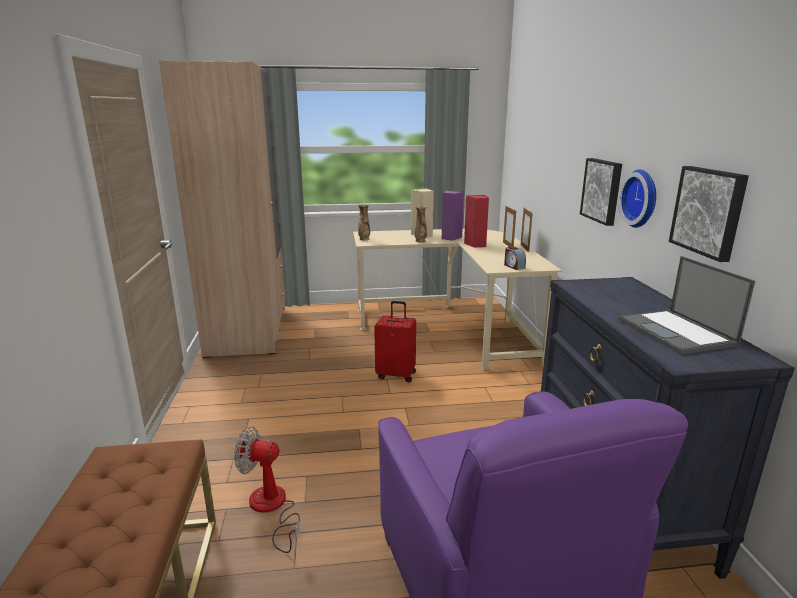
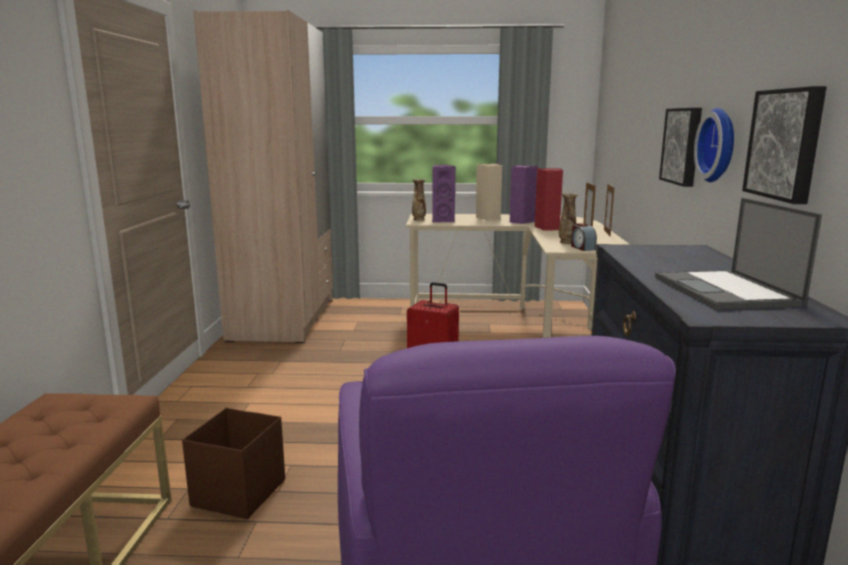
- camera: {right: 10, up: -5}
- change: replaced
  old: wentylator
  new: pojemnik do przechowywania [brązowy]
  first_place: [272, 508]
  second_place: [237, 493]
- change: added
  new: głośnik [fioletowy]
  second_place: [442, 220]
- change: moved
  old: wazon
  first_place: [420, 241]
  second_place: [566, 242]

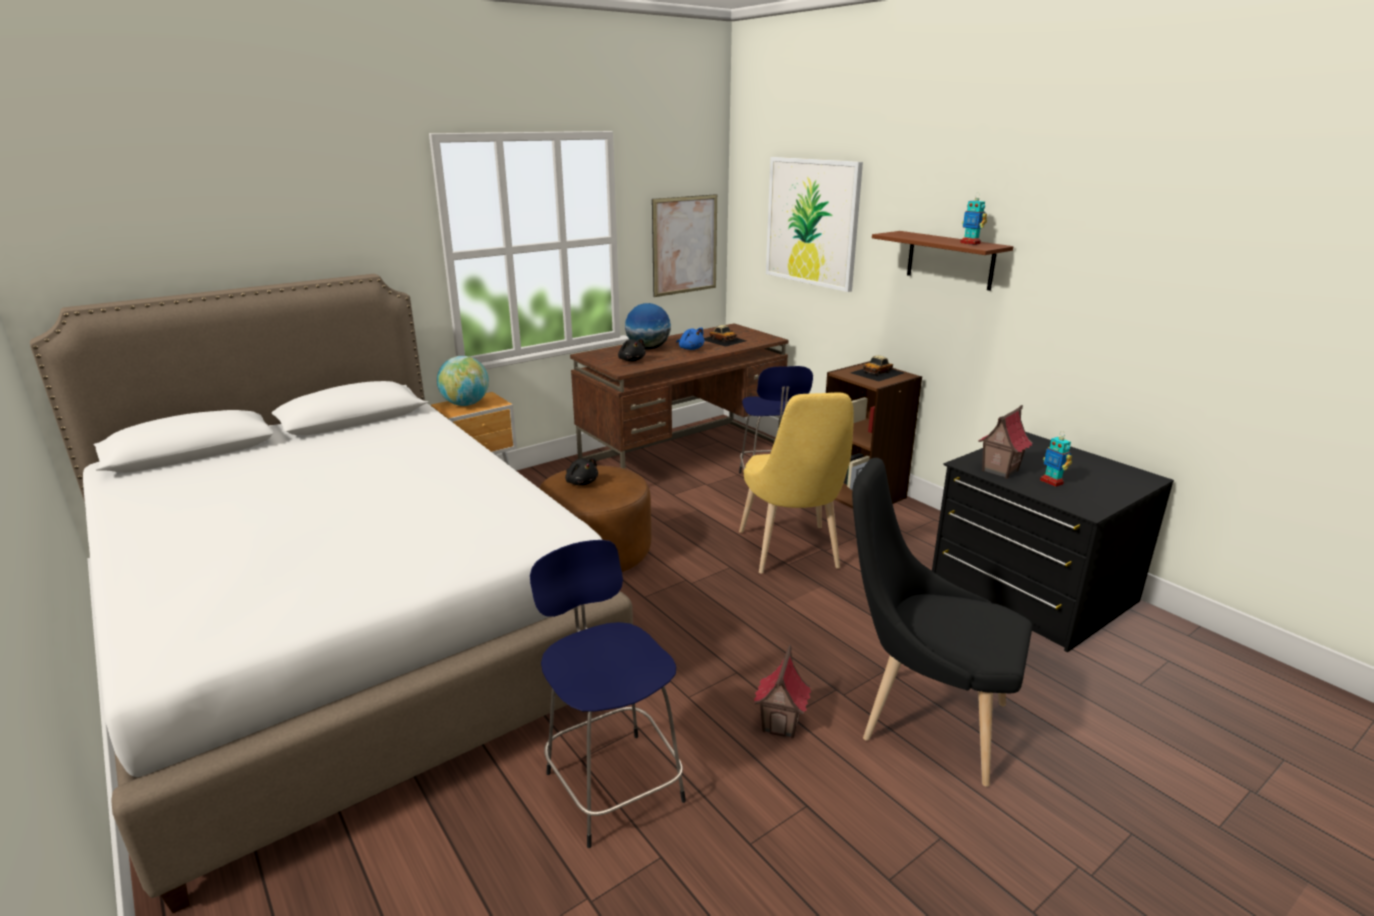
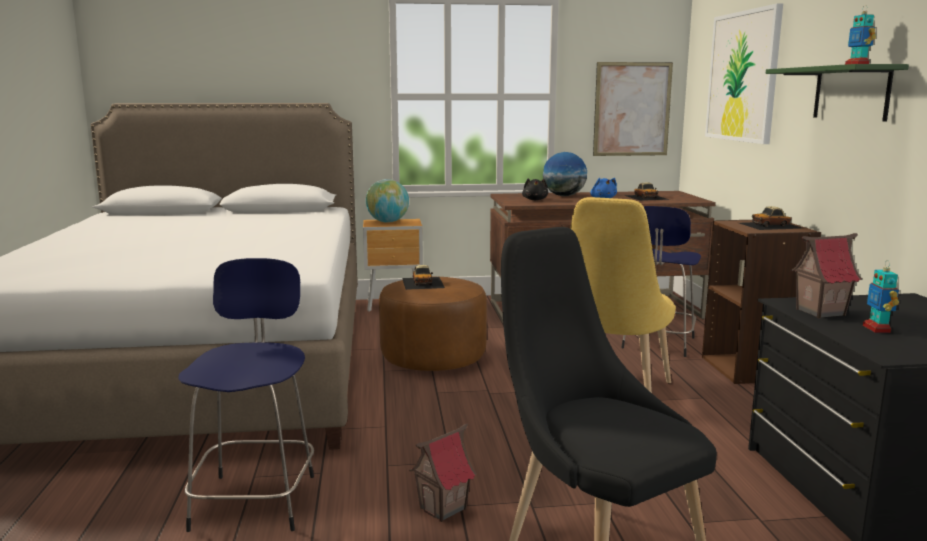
- camera: {right: 30, up: -10}
- change: replaced
  old: pluszak [czarny]
  new: samochodzik
  first_place: [581, 482]
  second_place: [423, 282]
- change: recoloured
  old: półka [brązowy]
  new: półka [zielony]
  first_place: [950, 260]
  second_place: [851, 93]

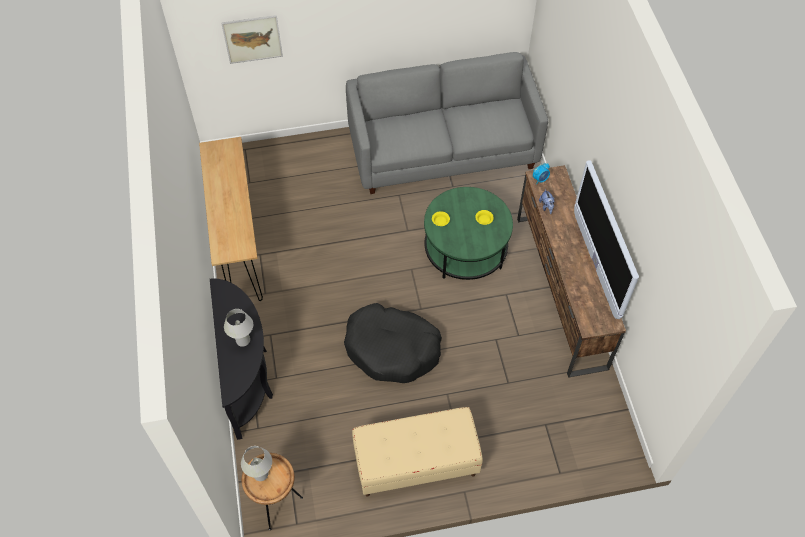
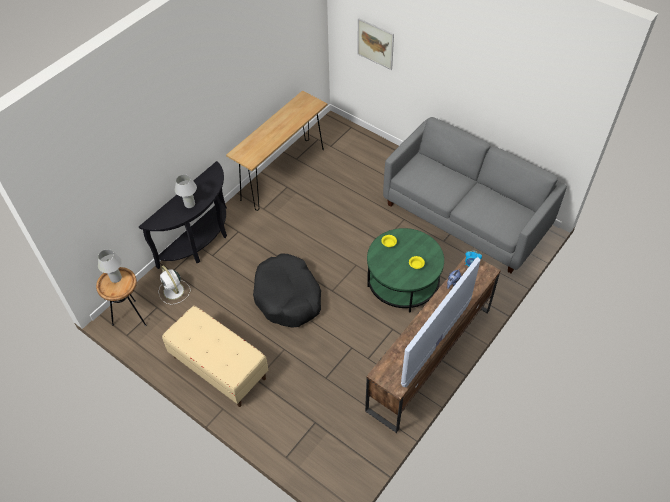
- camera: {right: 50, up: -5}
- change: added
  new: wentylator [biały]
  second_place: [174, 291]

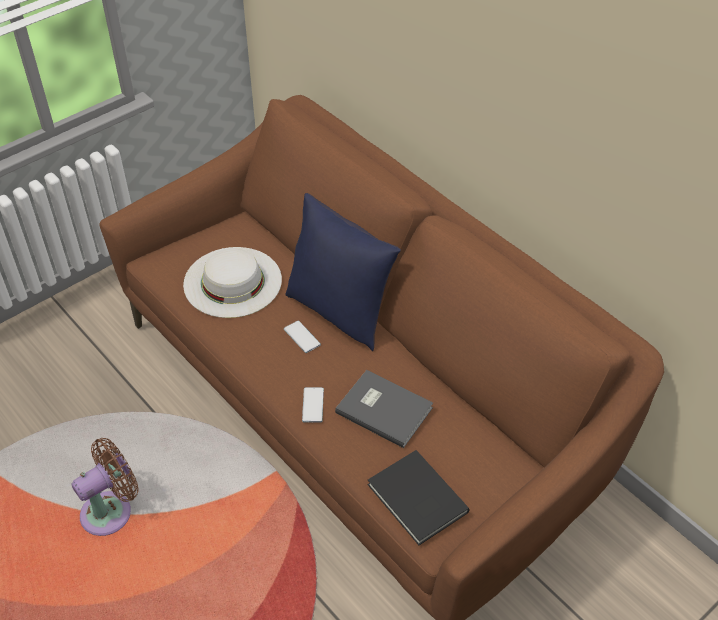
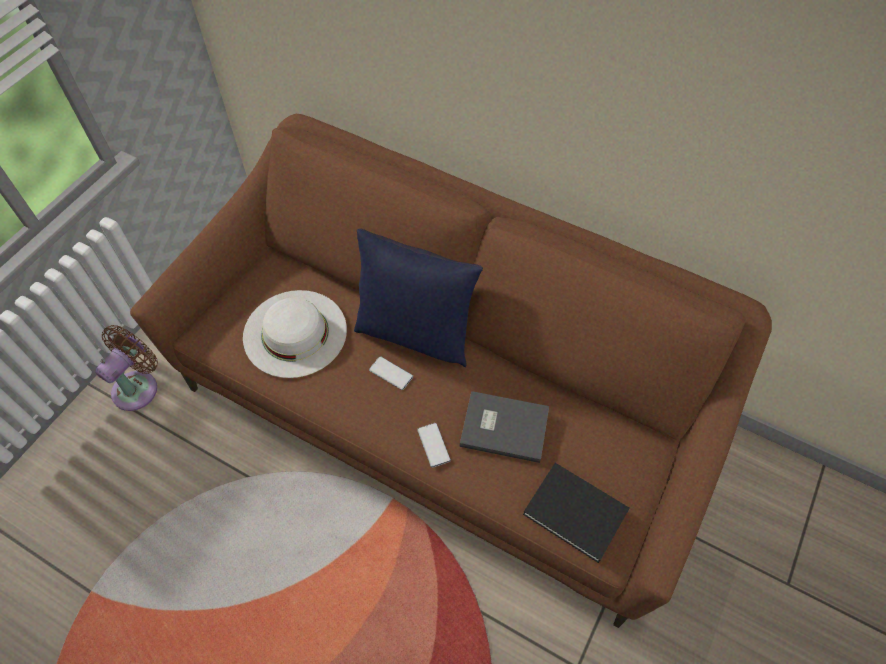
- camera: {right: -20, up: 10}
- change: moved
  old: wentylator [brązowy]
  first_place: [111, 511]
  second_place: [138, 386]

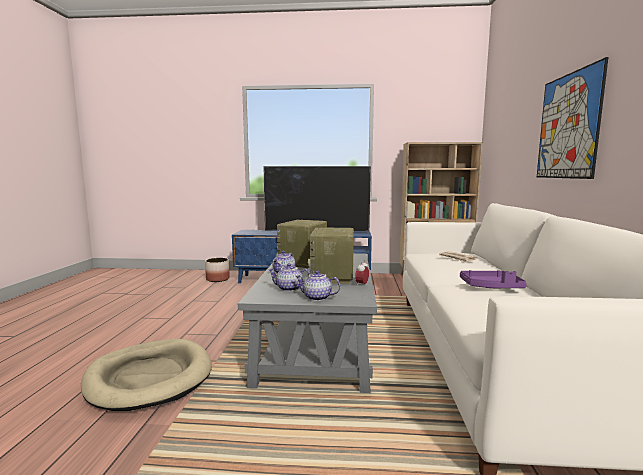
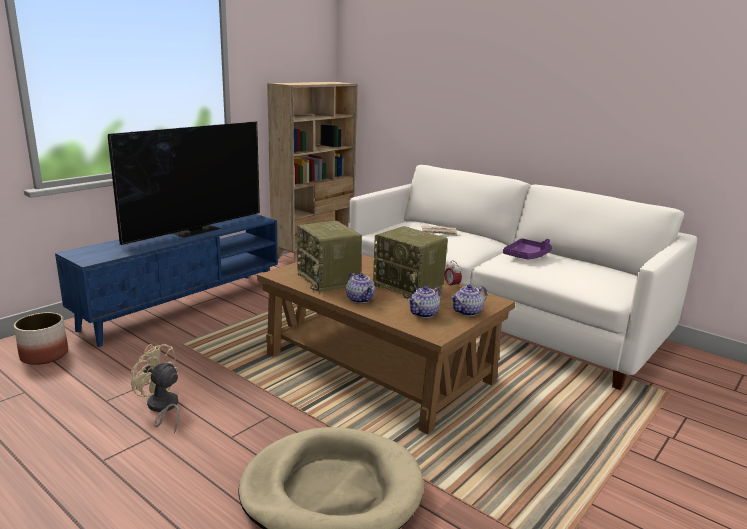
- camera: {right: -55, up: 10}
- change: added
  new: wentylator [beżowy]
  second_place: [162, 408]
- change: recoloured
  old: ława [szary]
  new: ława [brązowy]
  first_place: [317, 343]
  second_place: [379, 368]
- change: removed
  old: obraz
  first_place: [568, 126]

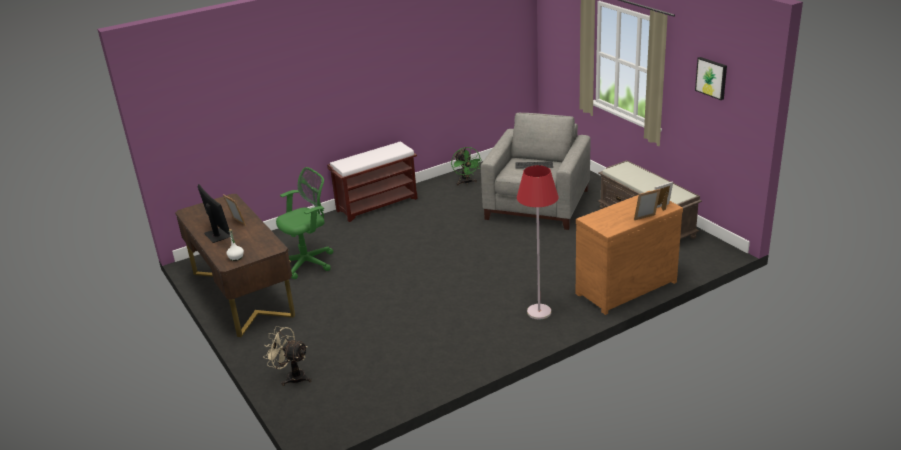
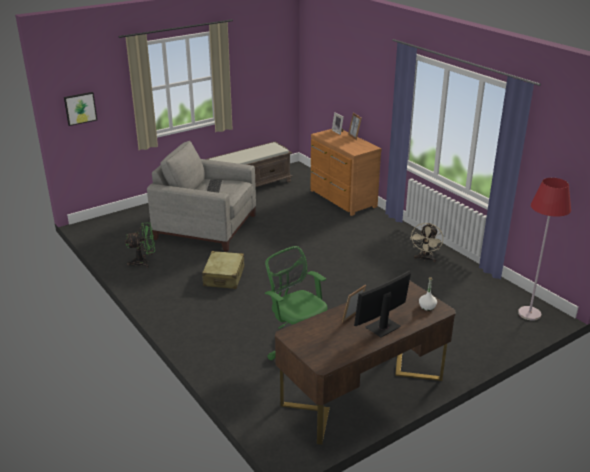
- camera: {right: -95, up: 0}
- change: moved
  old: obraz
  first_place: [711, 78]
  second_place: [80, 108]
- change: added
  new: walizka [beżowy]
  second_place: [224, 276]
- change: moved
  old: wentylator [beżowy]
  first_place: [292, 377]
  second_place: [425, 259]
- change: moved
  old: lampa stojąca [czerwony]
  first_place: [539, 312]
  second_place: [529, 314]
- change: removed
  old: ławka [brązowy]
  first_place: [377, 204]

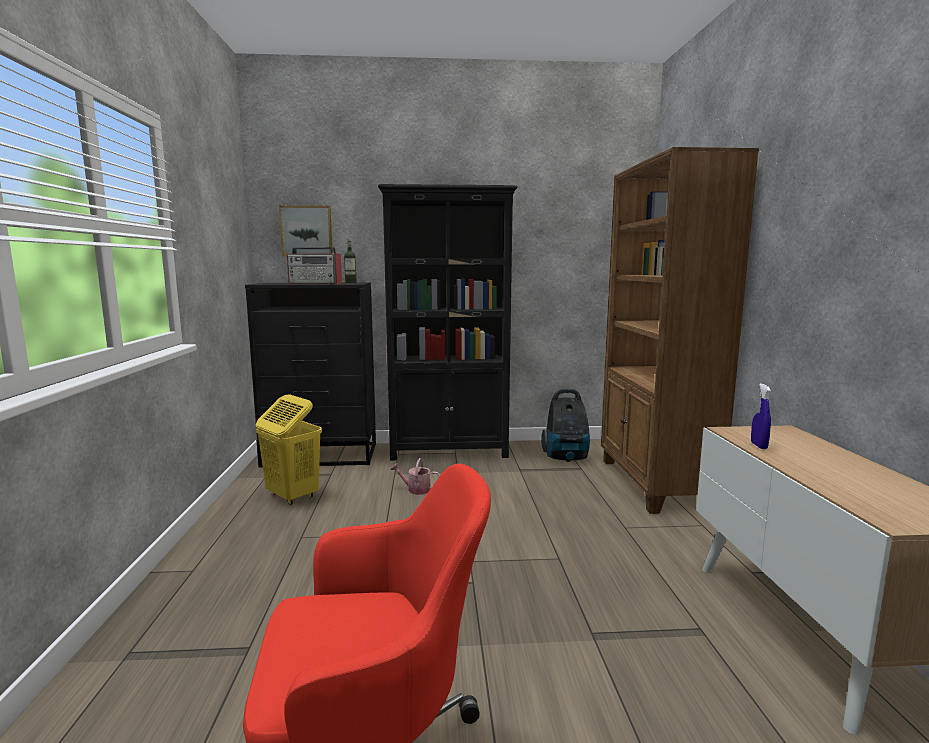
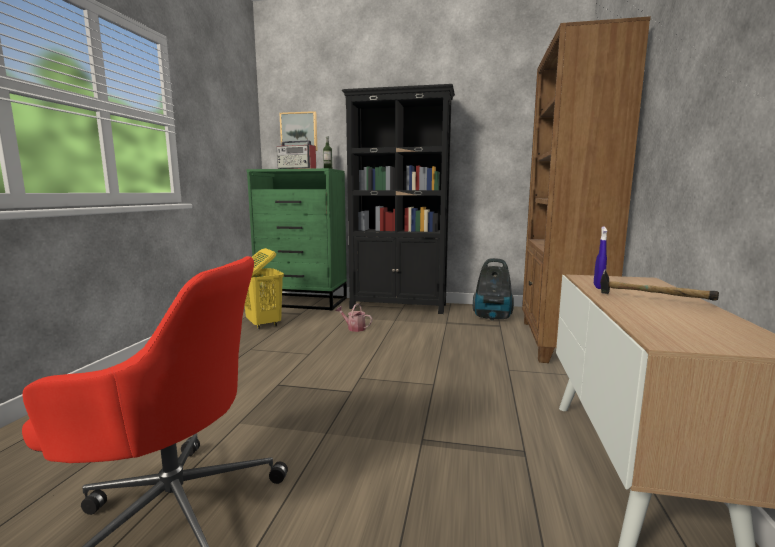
- camera: {right: 15, up: 0}
- change: recoloured
  old: komoda [czarny]
  new: komoda [zielony]
  first_place: [322, 455]
  second_place: [303, 302]
- change: added
  new: młotek
  second_place: [649, 300]

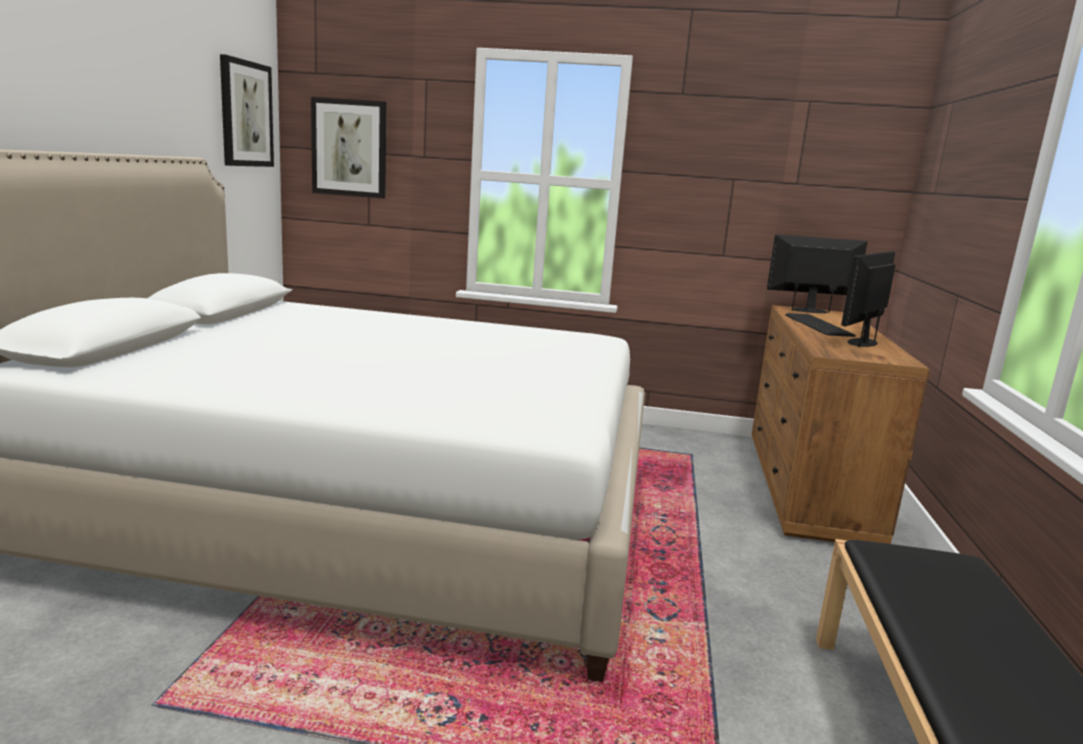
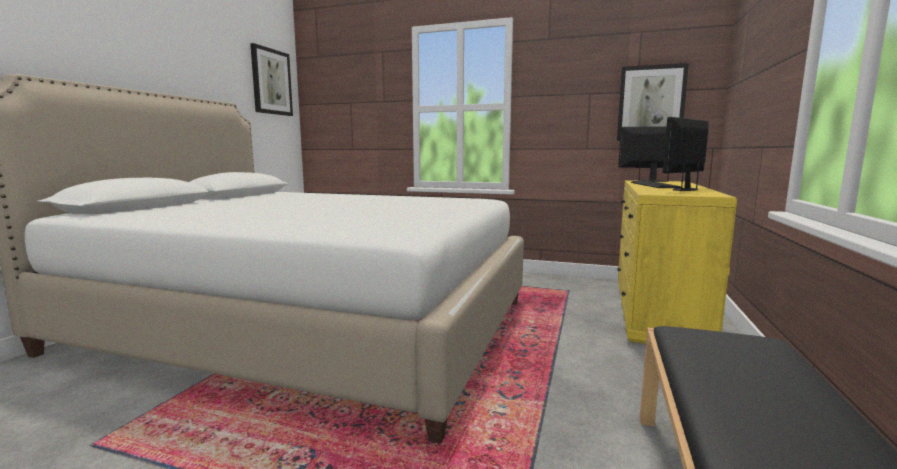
- camera: {right: 10, up: -5}
- change: moved
  old: obraz
  first_place: [349, 148]
  second_place: [651, 103]
- change: recoloured
  old: komoda [brązowy]
  new: komoda [żółty]
  first_place: [808, 488]
  second_place: [656, 311]

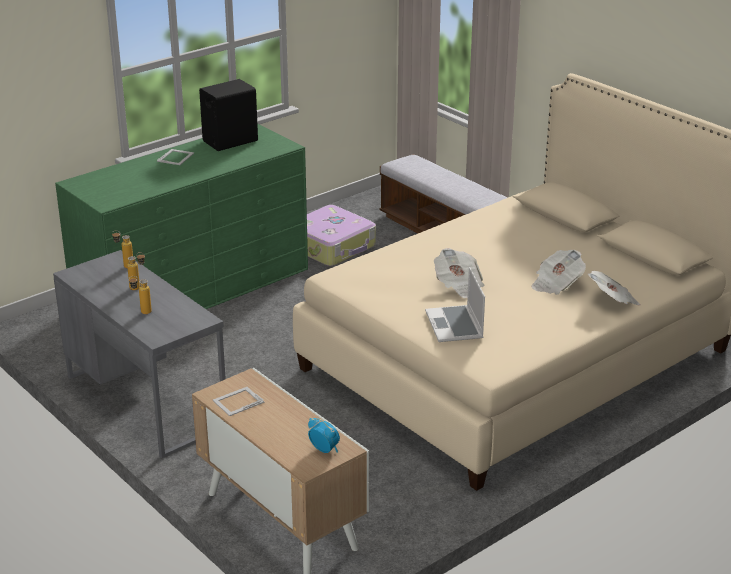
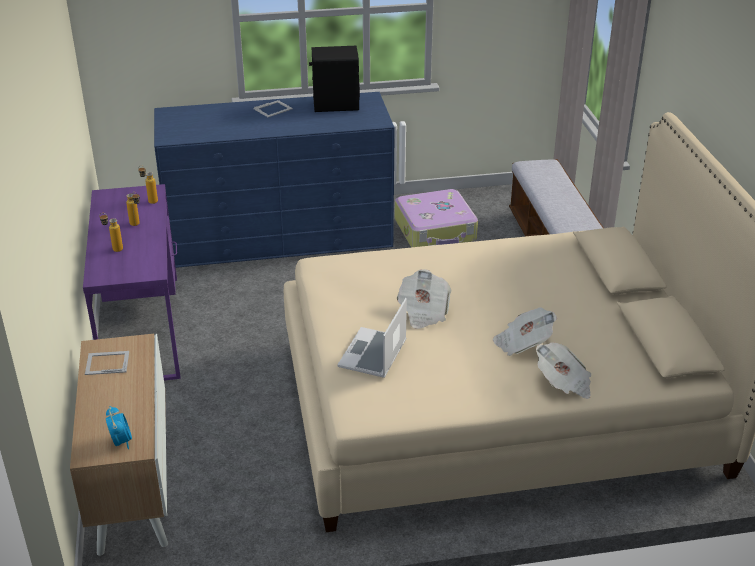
- camera: {right: 30, up: 5}
- change: recoloured
  old: biurko [szary]
  new: biurko [fioletowy]
  first_place: [146, 401]
  second_place: [142, 328]
- change: recoloured
  old: komoda [zielony]
  new: komoda [niebieski]
  first_place: [193, 289]
  second_place: [280, 236]

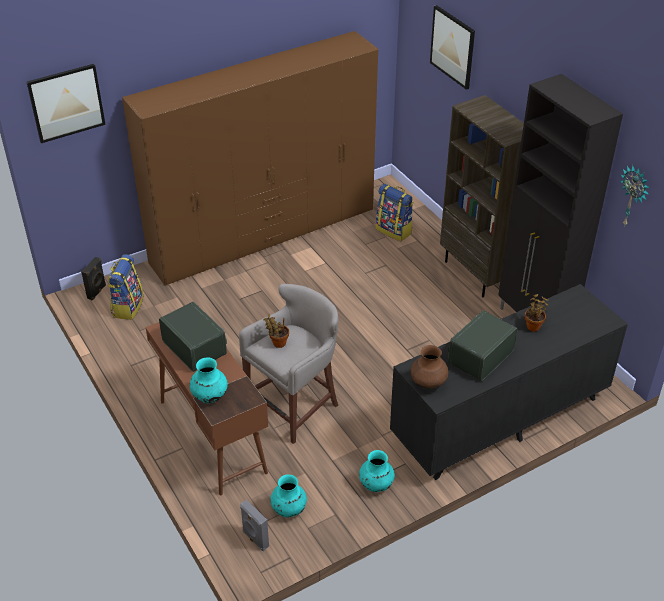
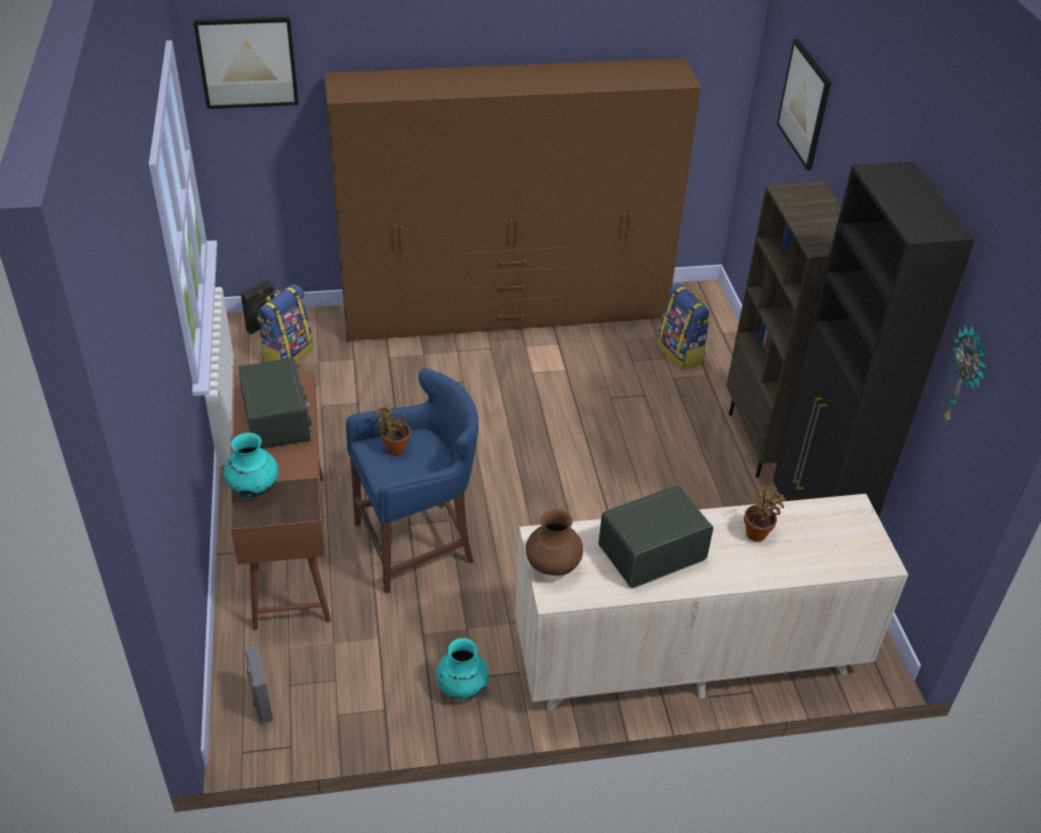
- camera: {right: 20, up: 0}
- change: recoloured
  old: stołek [szary]
  new: stołek [niebieski]
  first_place: [295, 405]
  second_place: [418, 543]
- change: recoloured
  old: komoda [czarny]
  new: komoda [beżowy]
  first_place: [500, 420]
  second_place: [687, 656]
- change: removed
  old: wazon [turkusowy]
  first_place: [289, 509]

